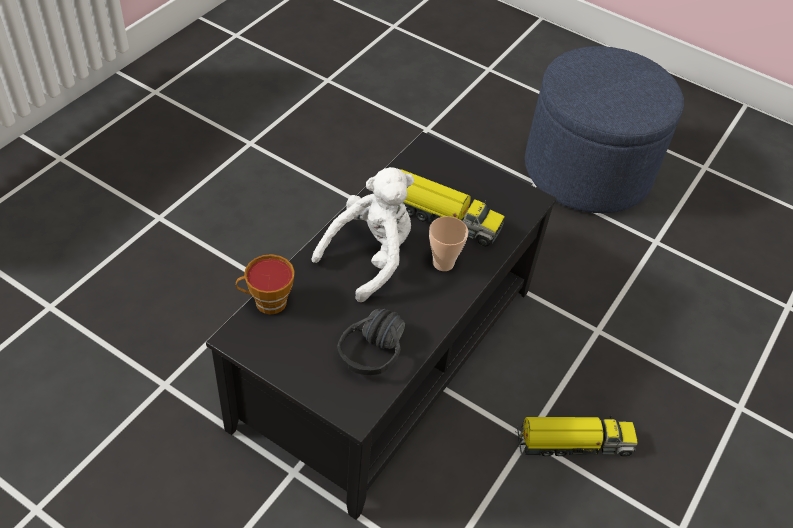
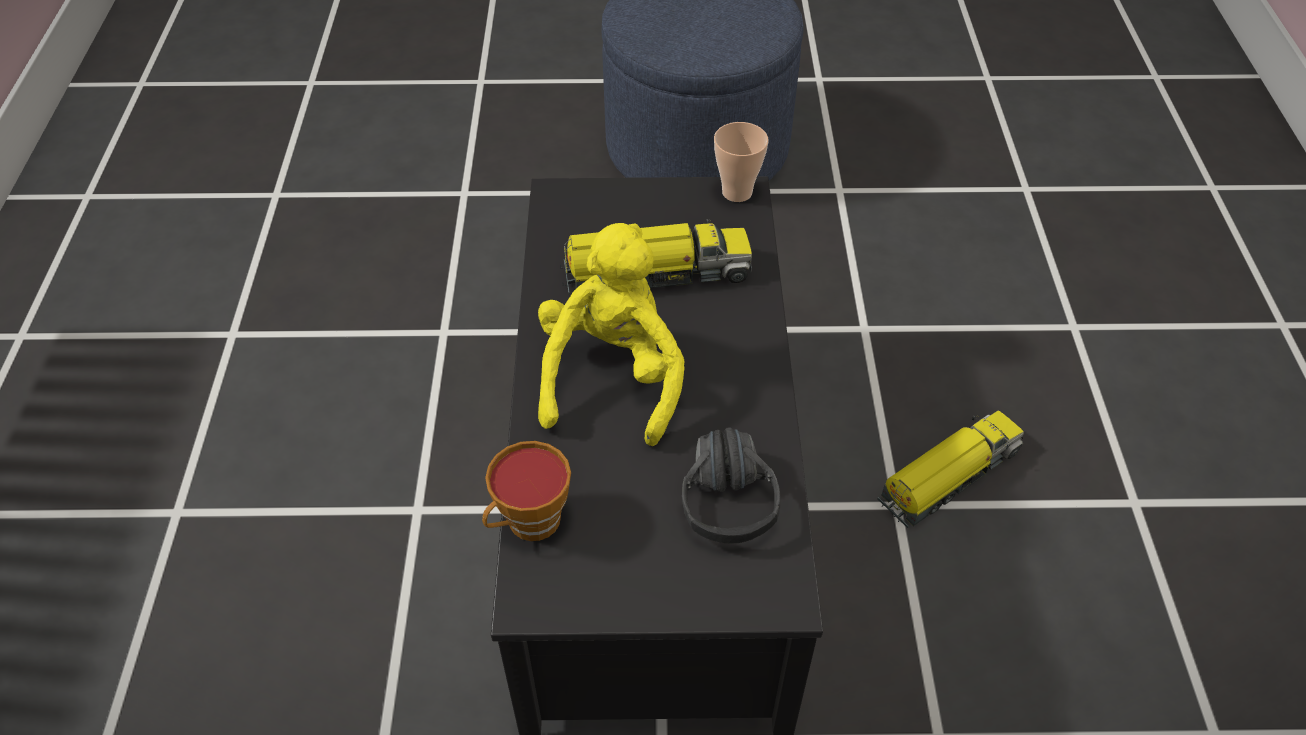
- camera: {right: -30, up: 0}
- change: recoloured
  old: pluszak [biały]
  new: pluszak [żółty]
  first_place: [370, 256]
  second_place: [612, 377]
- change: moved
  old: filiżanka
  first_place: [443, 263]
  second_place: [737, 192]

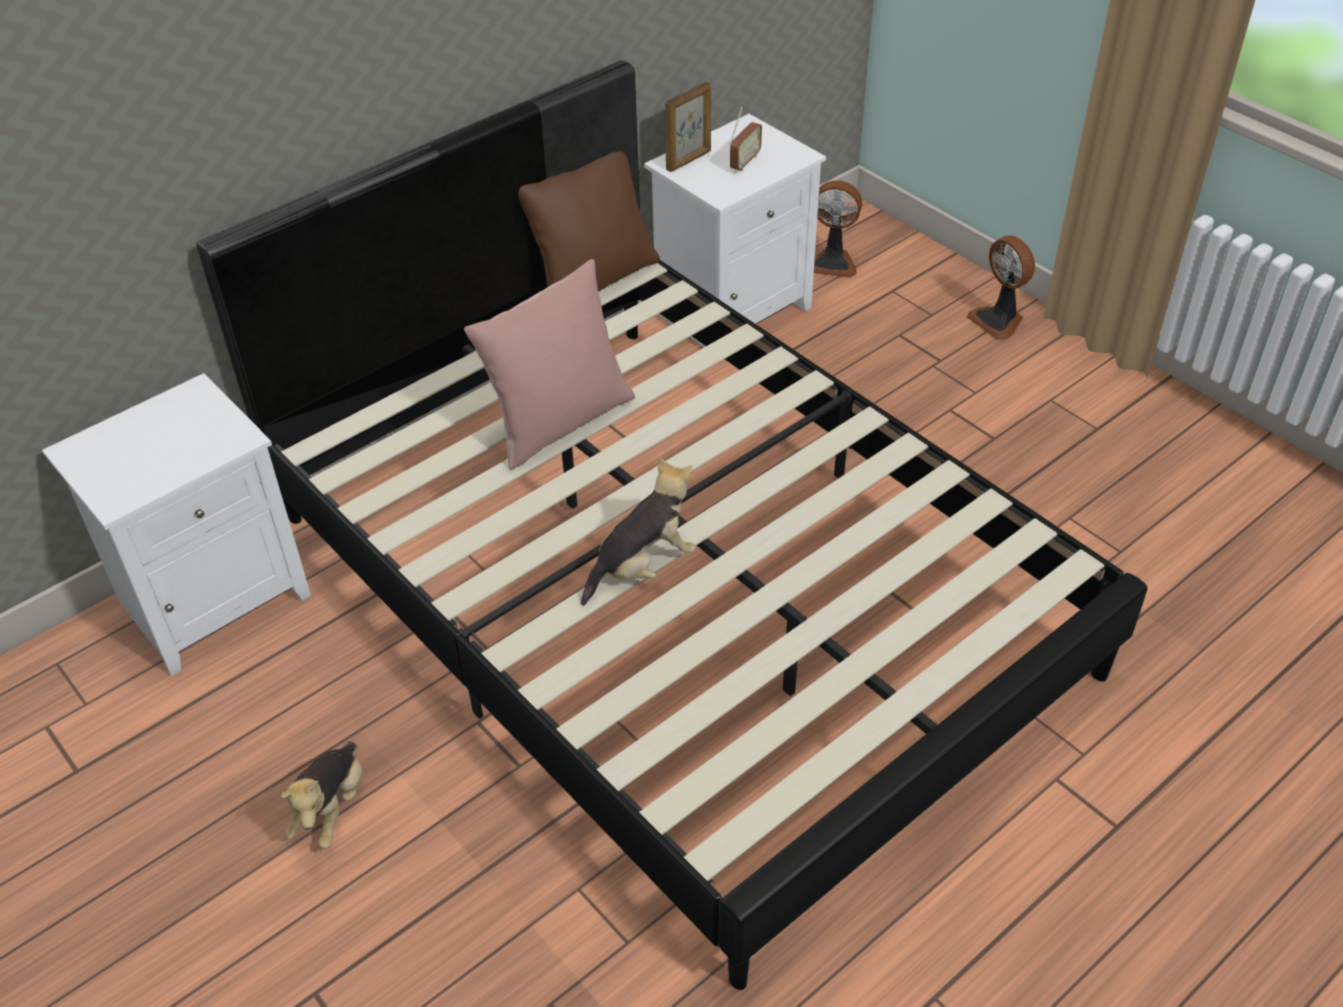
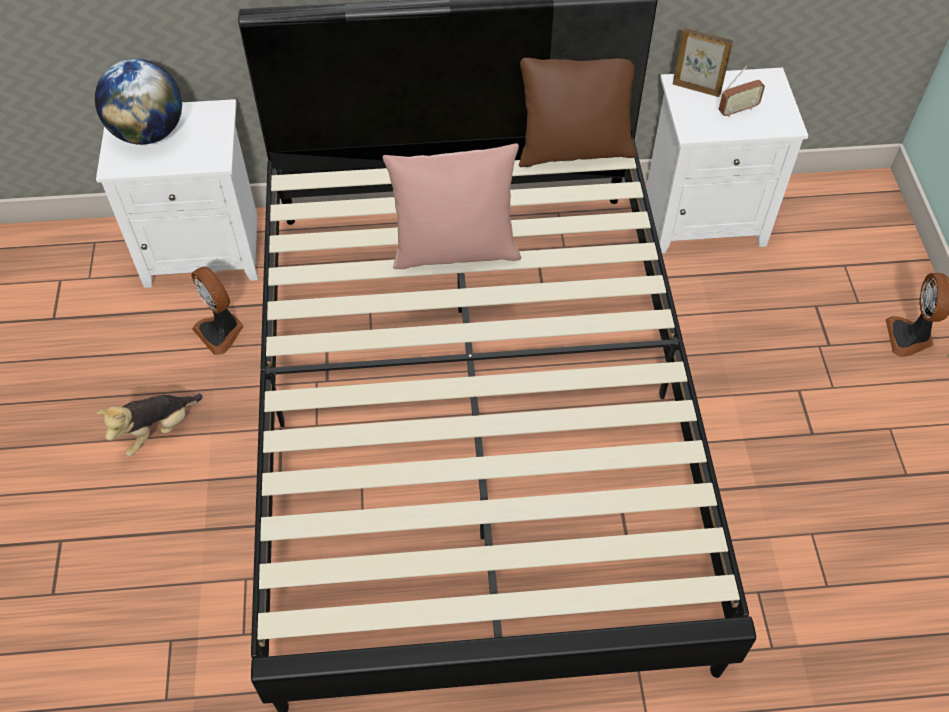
- camera: {right: 35, up: 10}
- change: added
  new: globus
  second_place: [149, 133]
- change: moved
  old: wentylator
  first_place: [832, 263]
  second_place: [221, 331]
- change: turned
  old: ramka na zdjęcie
  first_place: [689, 160]
  second_place: [696, 88]
  degrees: -150
- change: removed
  old: pluszak
  first_place: [642, 566]

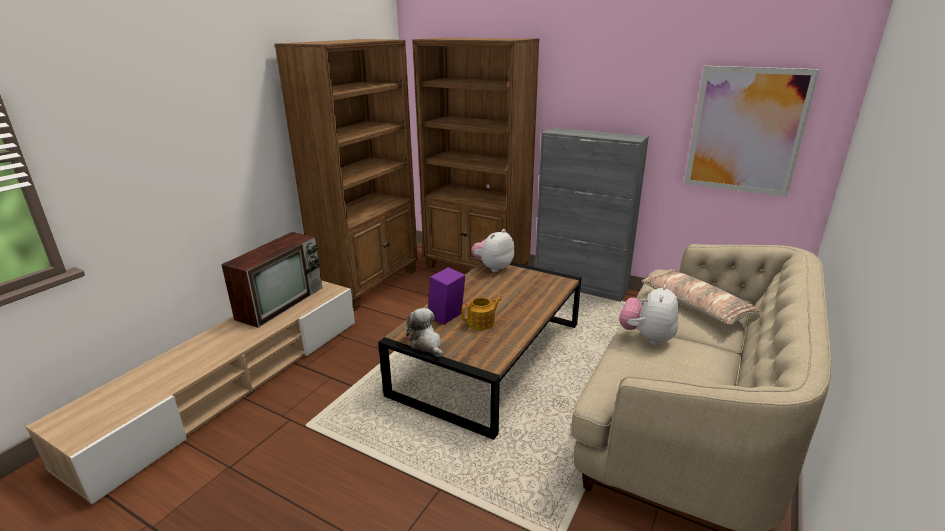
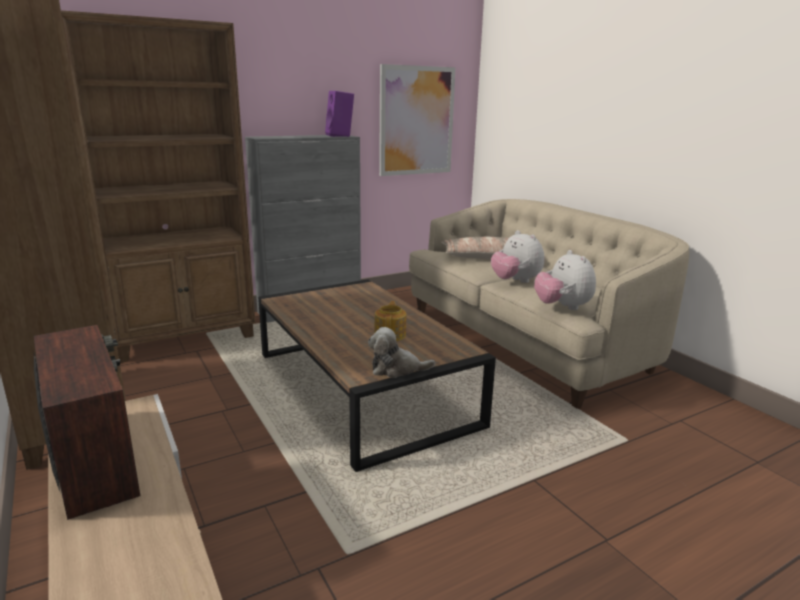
- camera: {right: -60, up: -5}
- change: moved
  old: głośnik [fioletowy]
  first_place: [447, 317]
  second_place: [340, 135]
- change: moved
  old: pluszak
  first_place: [493, 267]
  second_place: [562, 307]

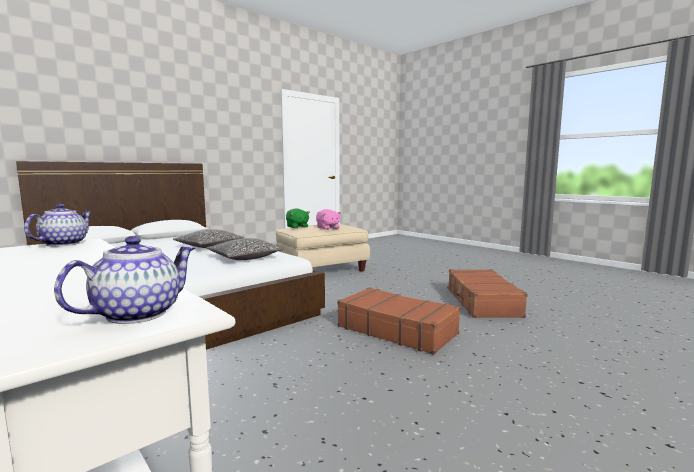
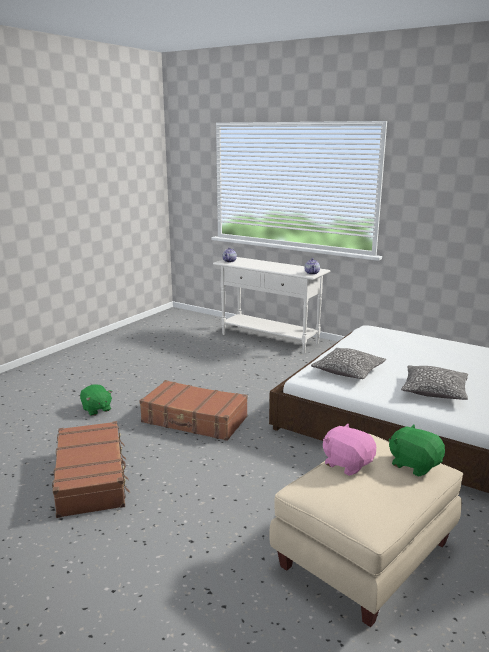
- camera: {right: 165, up: 10}
- change: added
  new: pluszak [zielony]
  second_place: [96, 409]

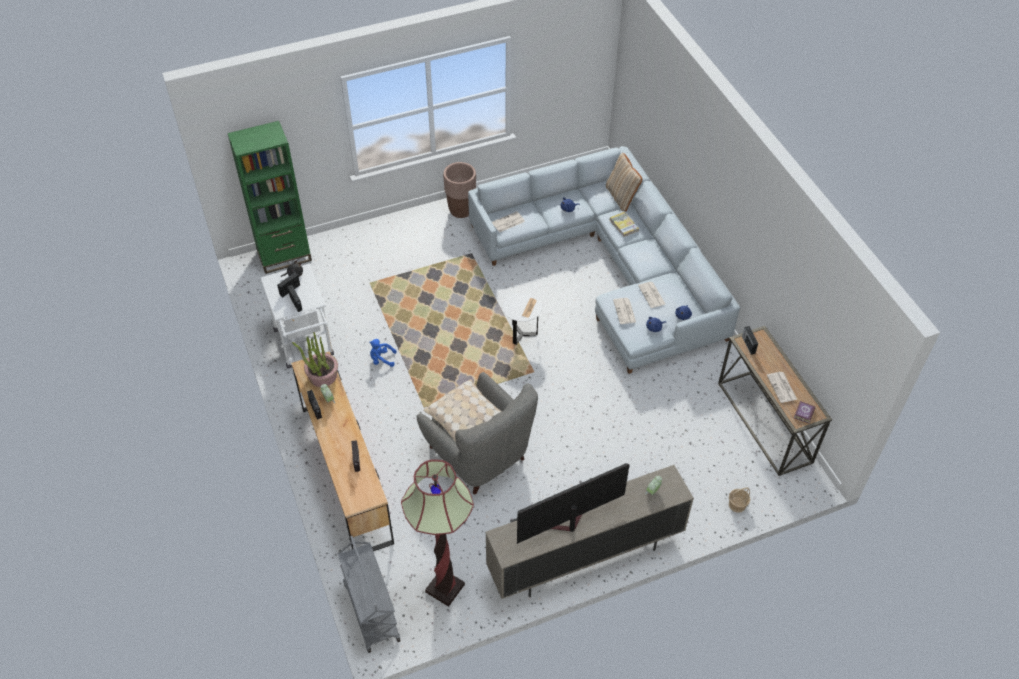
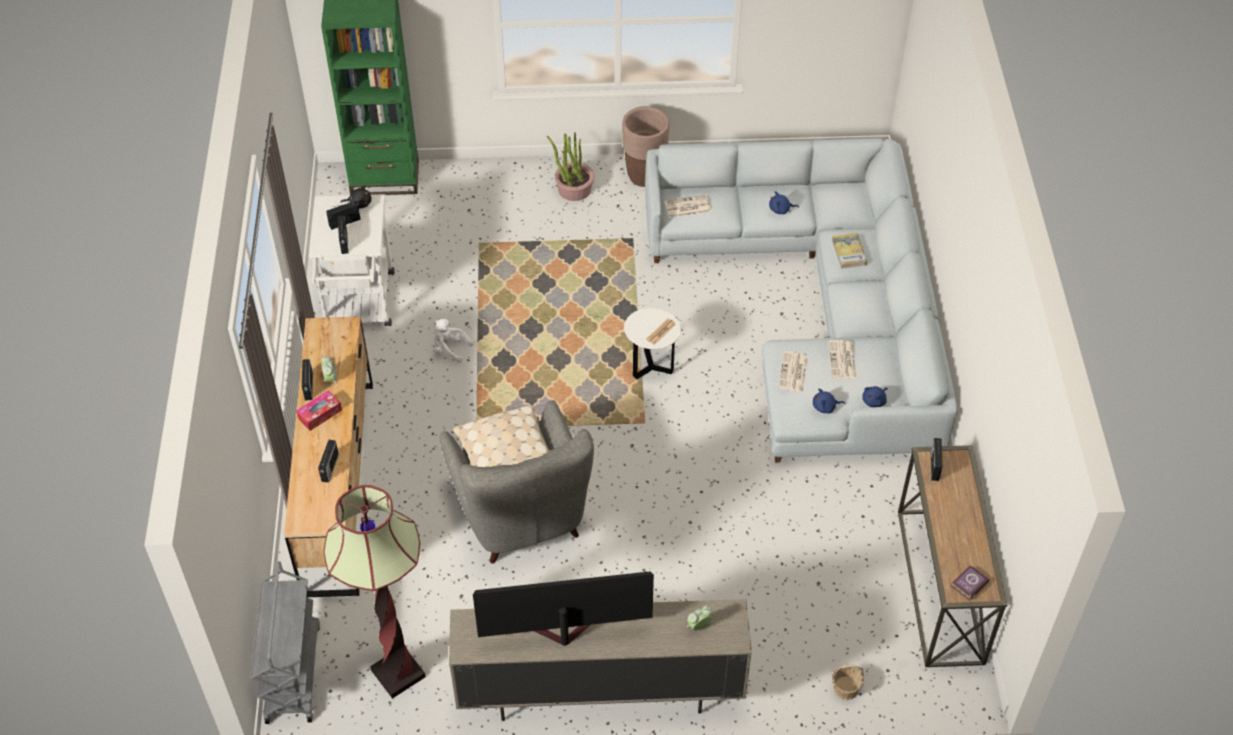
- camera: {right: 20, up: 0}
- change: added
  new: pudełko chusteczek
  second_place: [320, 414]
- change: recoloured
  old: pluszak [niebieski]
  new: pluszak [biały]
  first_place: [381, 359]
  second_place: [450, 349]
- change: moved
  old: roślina doniczkowa
  first_place: [322, 375]
  second_place: [574, 189]
- change: removed
  old: poduszka [beżowy]
  first_place: [621, 197]
- change: removed
  old: gazeta
  first_place: [782, 387]

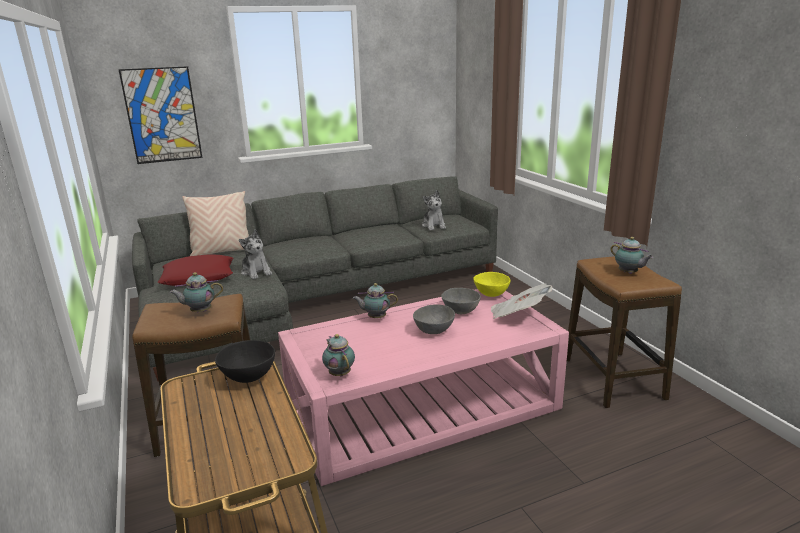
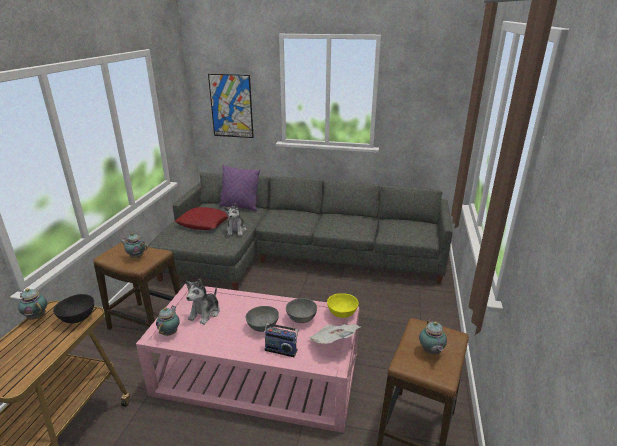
- camera: {right: 35, up: 5}
- change: moved
  old: imbryk
  first_place: [375, 317]
  second_place: [36, 316]
- change: moved
  old: pluszak
  first_place: [434, 226]
  second_place: [205, 313]
- change: recoloured
  old: poduszka [beżowy]
  new: poduszka [fioletowy]
  first_place: [222, 252]
  second_place: [240, 207]
- change: added
  new: radio
  second_place: [281, 349]

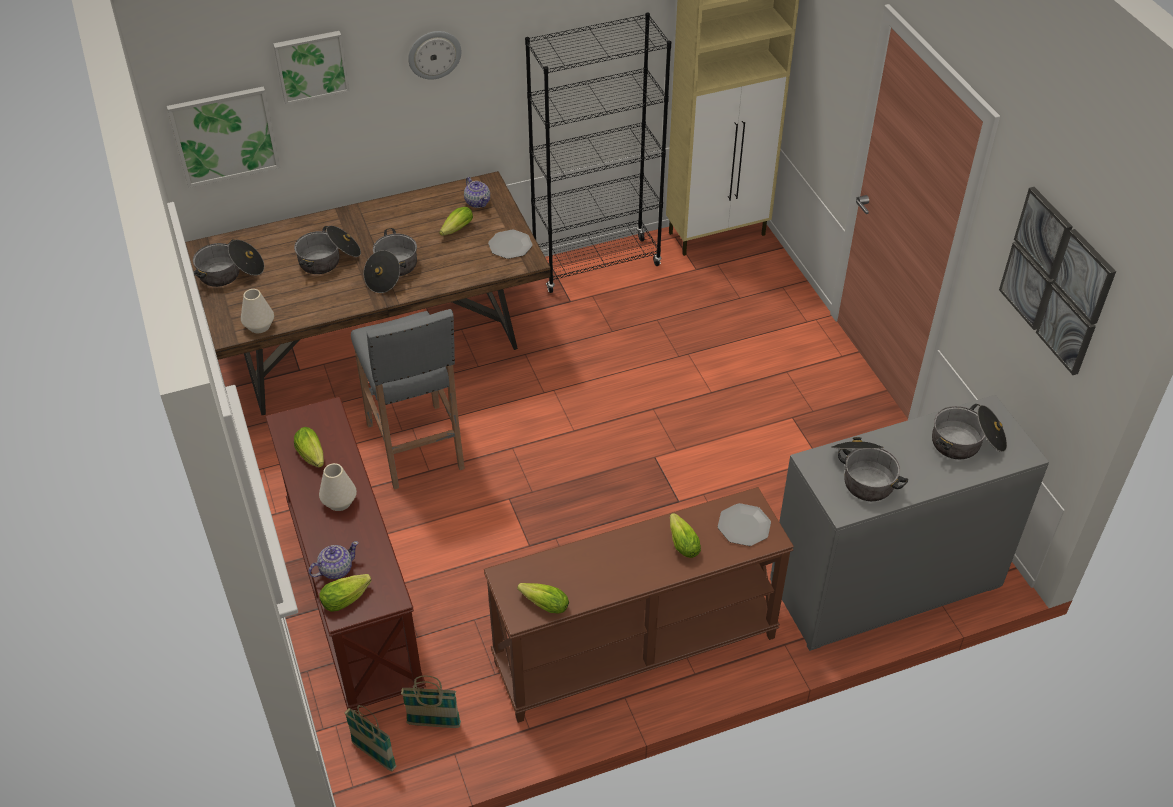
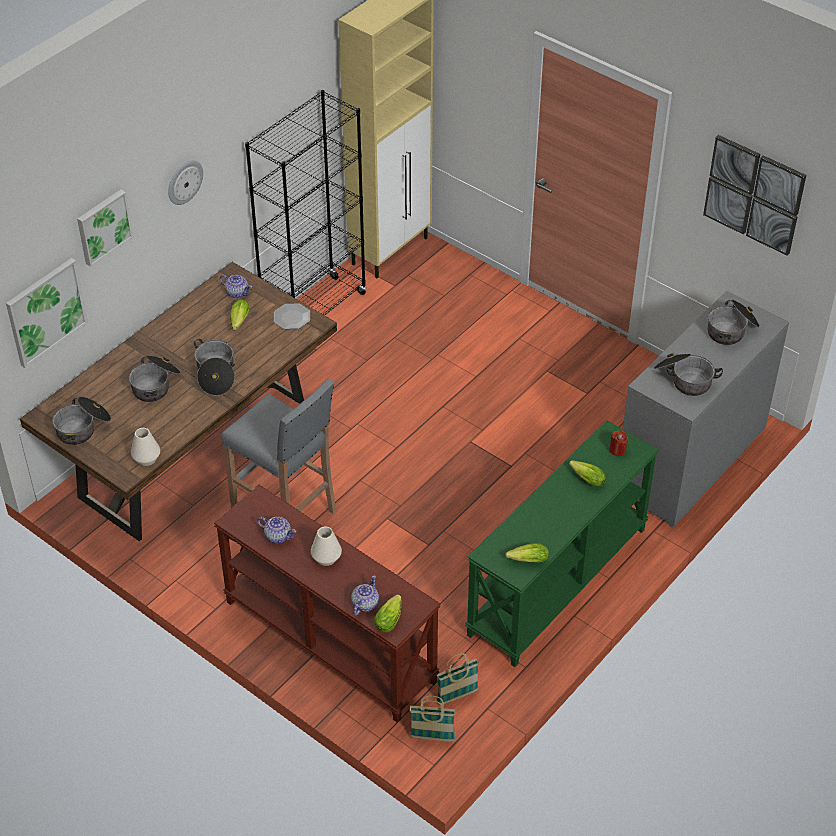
- camera: {right: -30, up: 0}
- change: replaced
  old: sałata
  new: imbryk
  first_place: [312, 457]
  second_place: [277, 536]
- change: recoloured
  old: stolik konsolowy [brązowy]
  new: stolik konsolowy [zielony]
  first_place: [635, 651]
  second_place: [558, 582]
- change: replaced
  old: talerz
  new: świeca [czerwony]
  first_place: [744, 526]
  second_place: [617, 450]

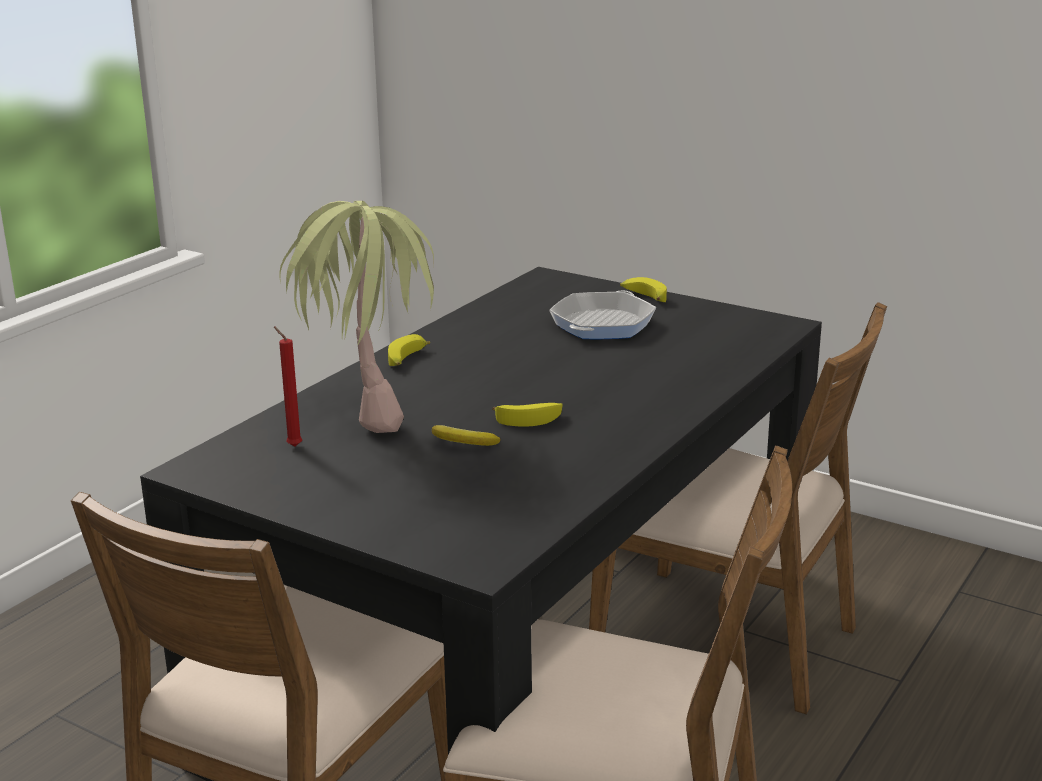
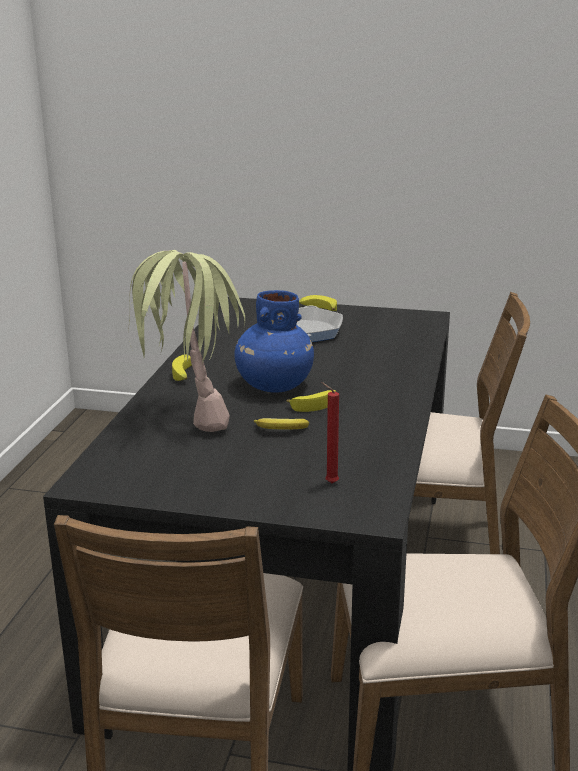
- camera: {right: -20, up: 0}
- change: added
  new: wazon [niebieski]
  second_place: [273, 385]
- change: moved
  old: świeca [czerwony]
  first_place: [292, 446]
  second_place: [329, 483]

